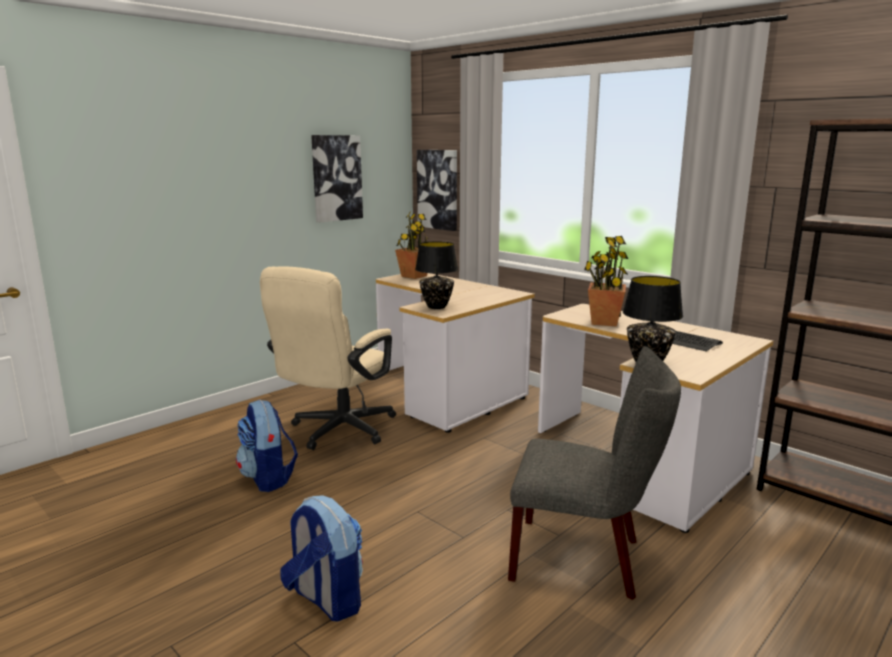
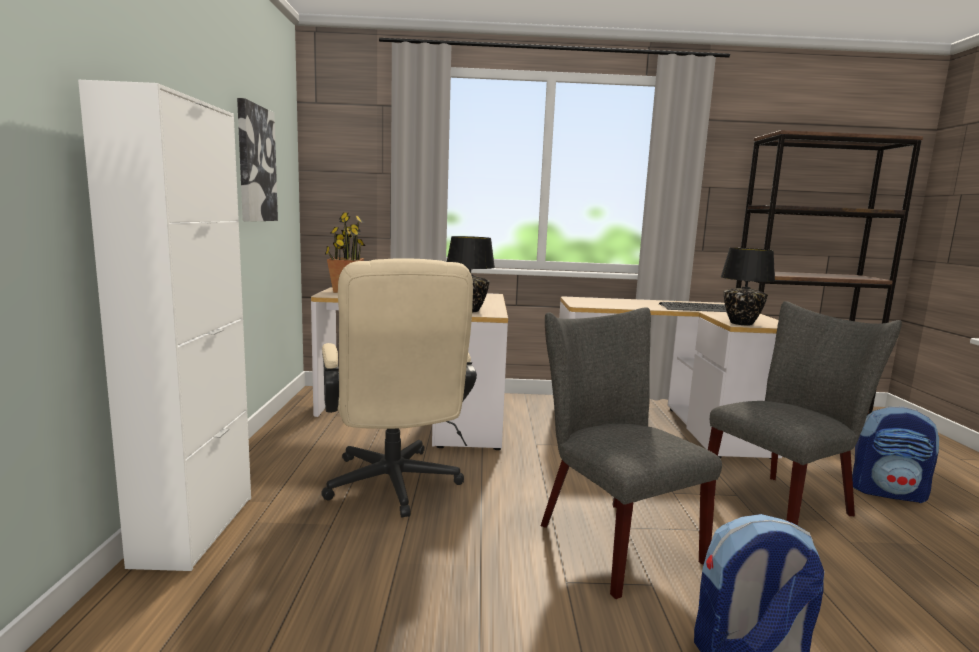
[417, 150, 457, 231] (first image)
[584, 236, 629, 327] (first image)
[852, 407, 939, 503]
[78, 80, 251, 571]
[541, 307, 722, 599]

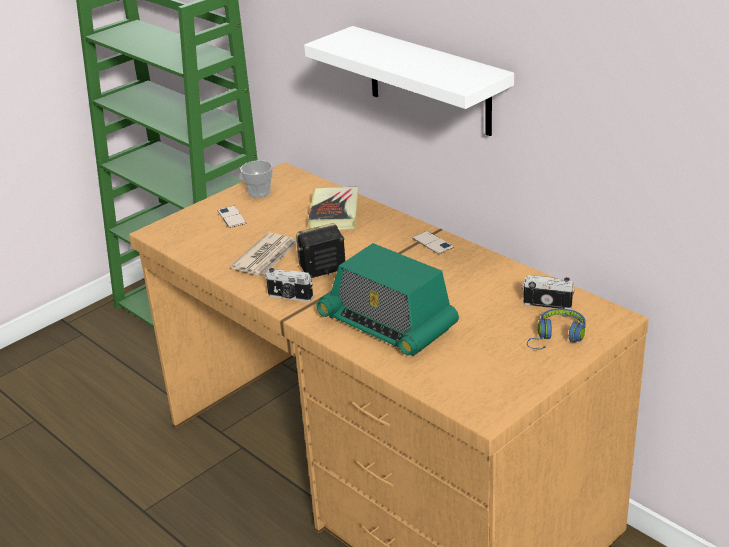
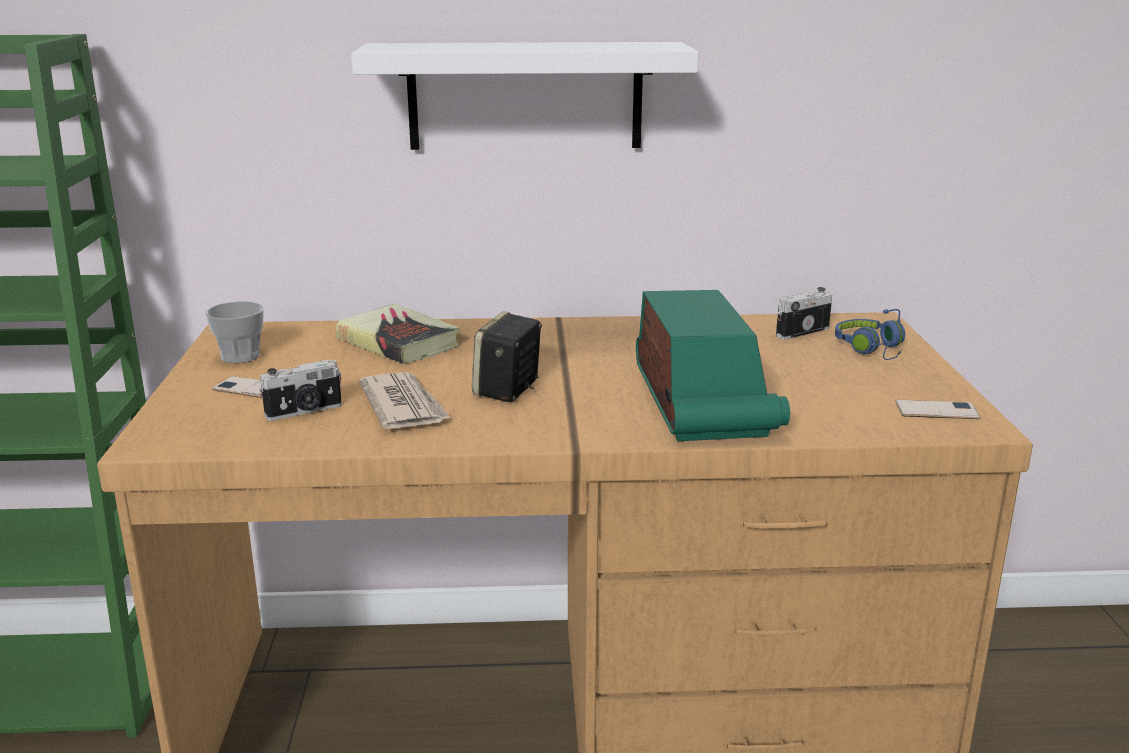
[895, 400, 981, 419]
[636, 290, 790, 441]
[259, 359, 342, 421]

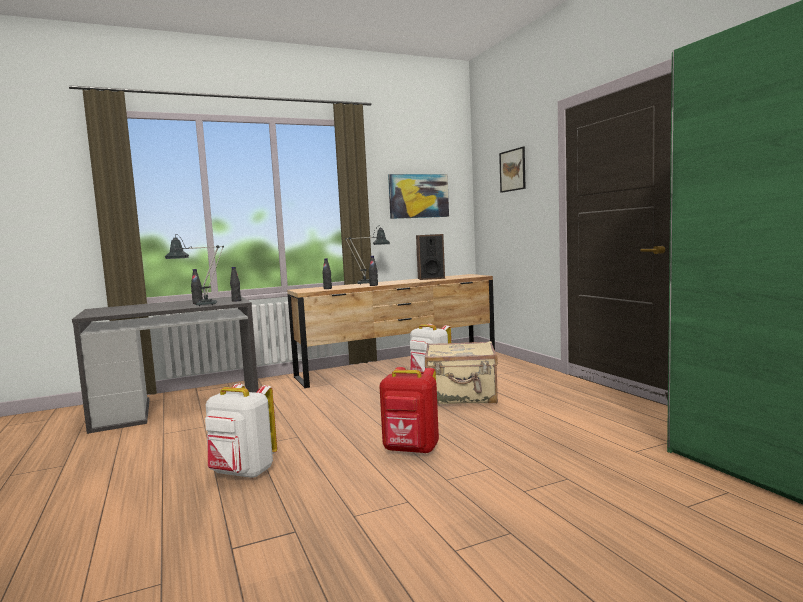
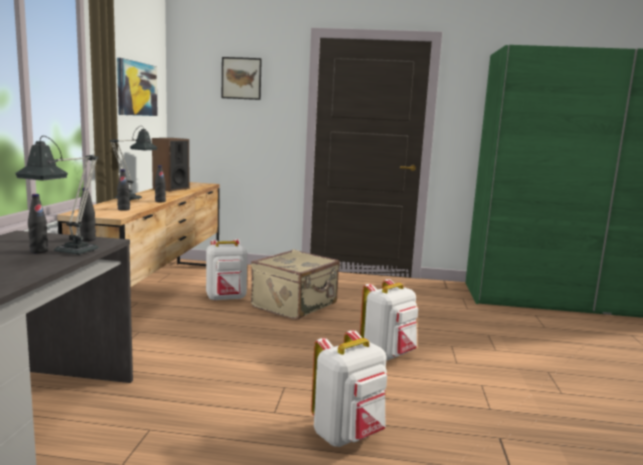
[360, 279, 418, 361]

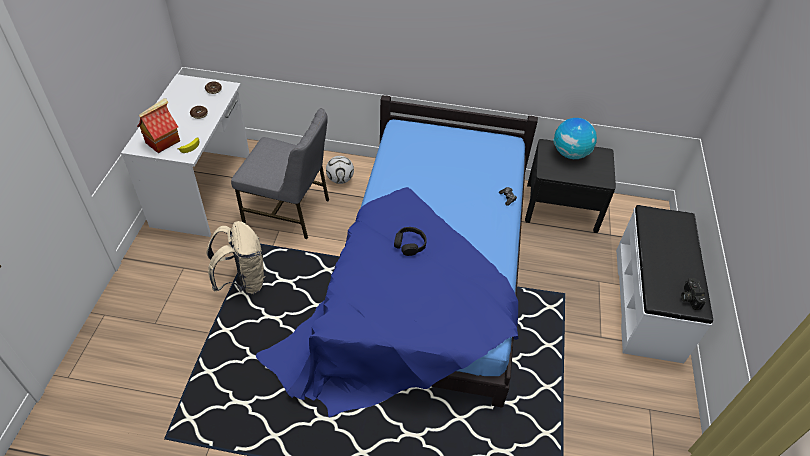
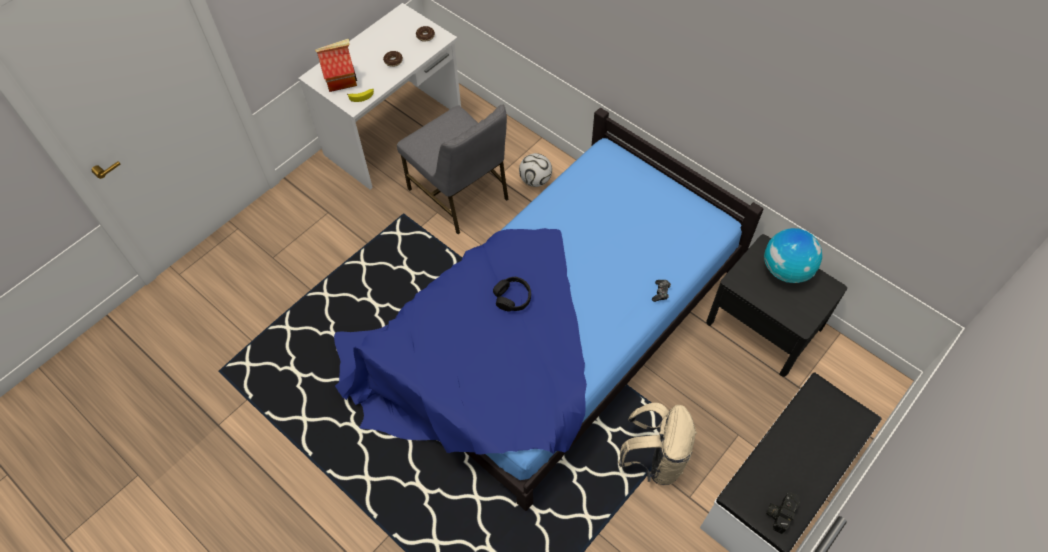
[618, 403, 697, 485]

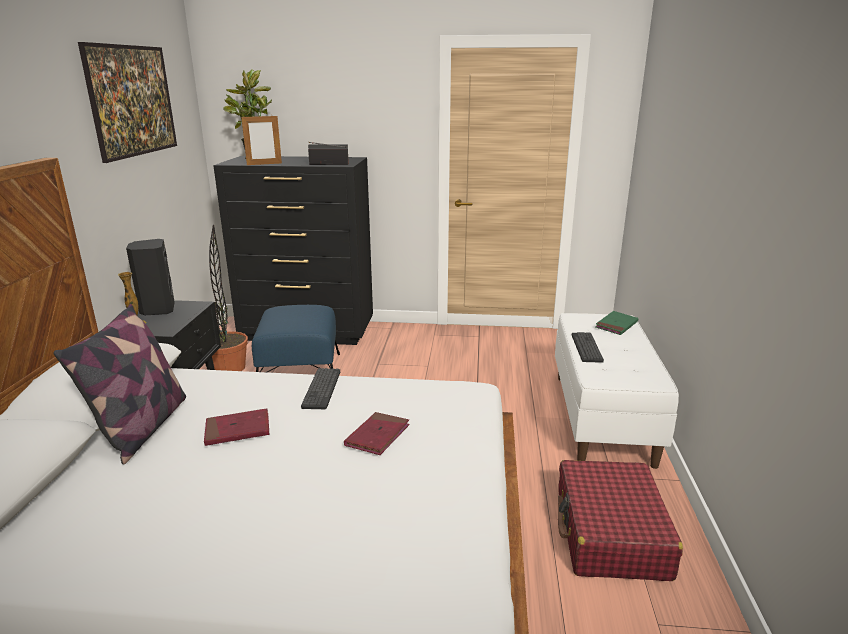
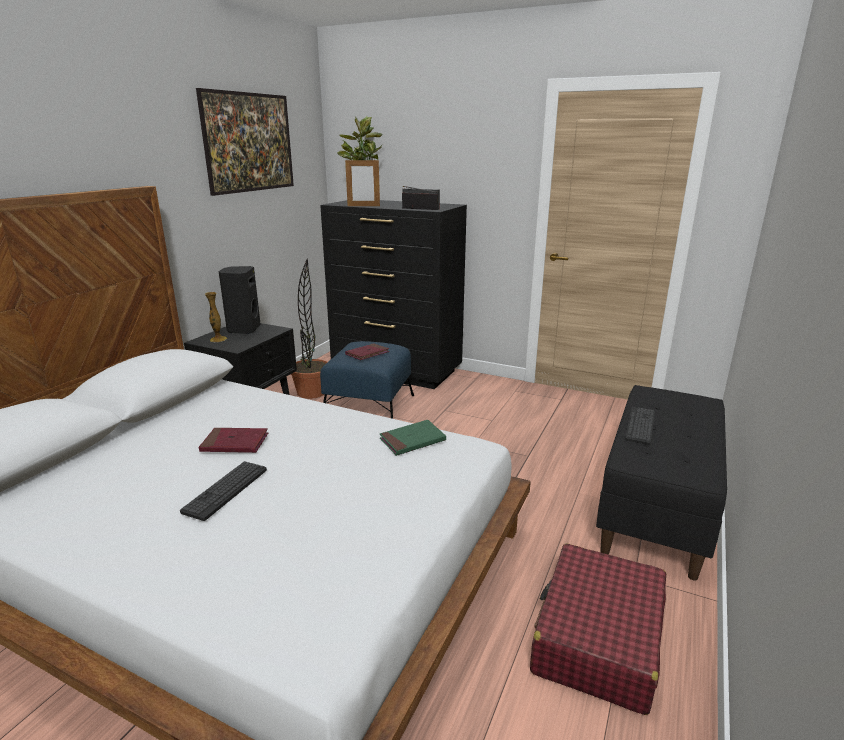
[54, 304, 186, 464] (first image)
[380, 420, 446, 456]
[596, 385, 727, 581]
[180, 461, 267, 521]
[345, 343, 389, 360]

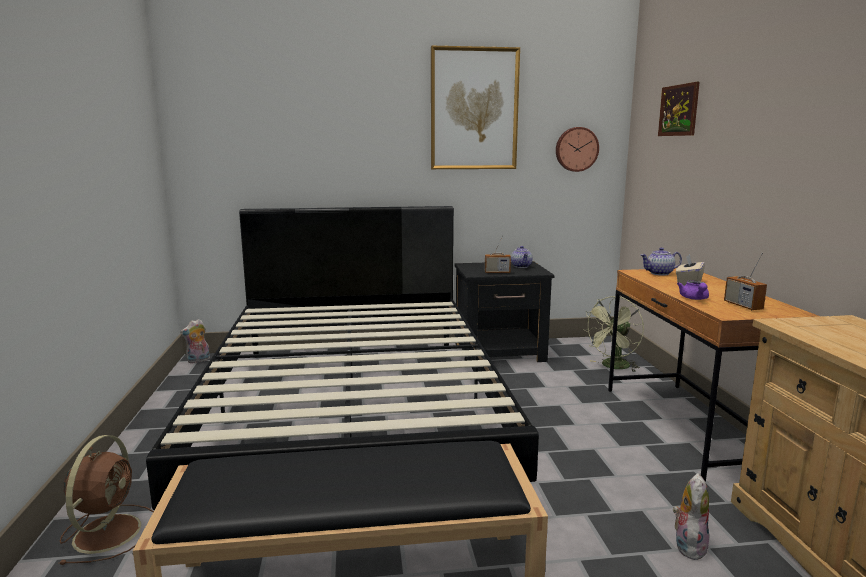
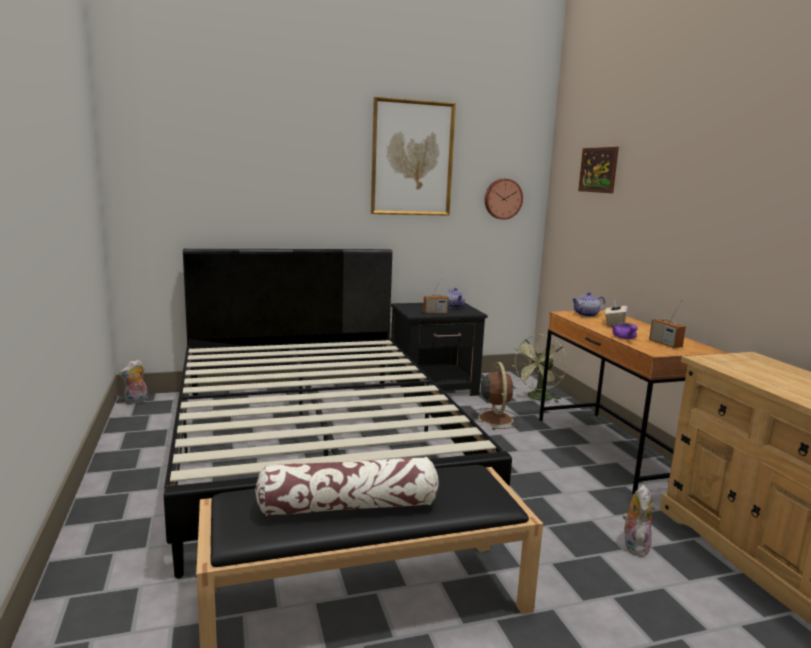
[469, 362, 521, 430]
[255, 457, 439, 516]

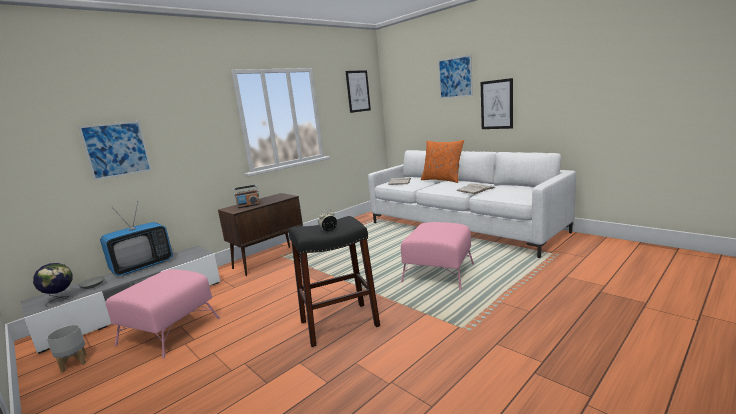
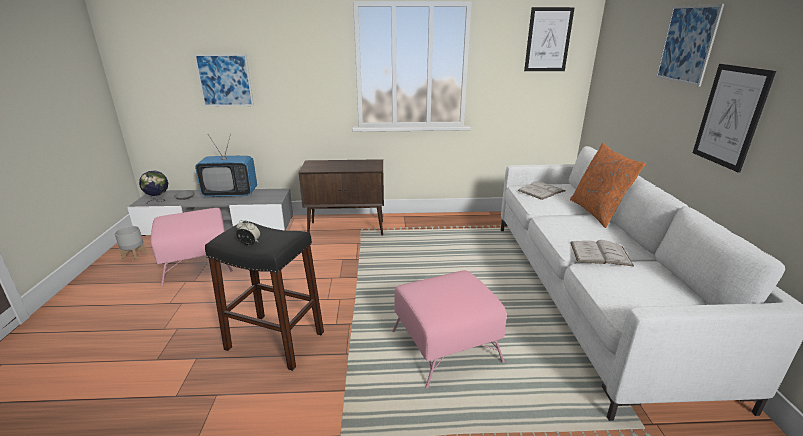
[233, 185, 260, 208] (first image)

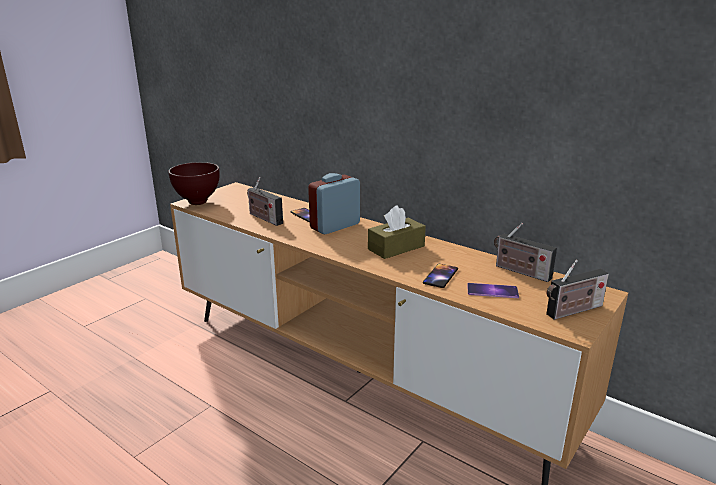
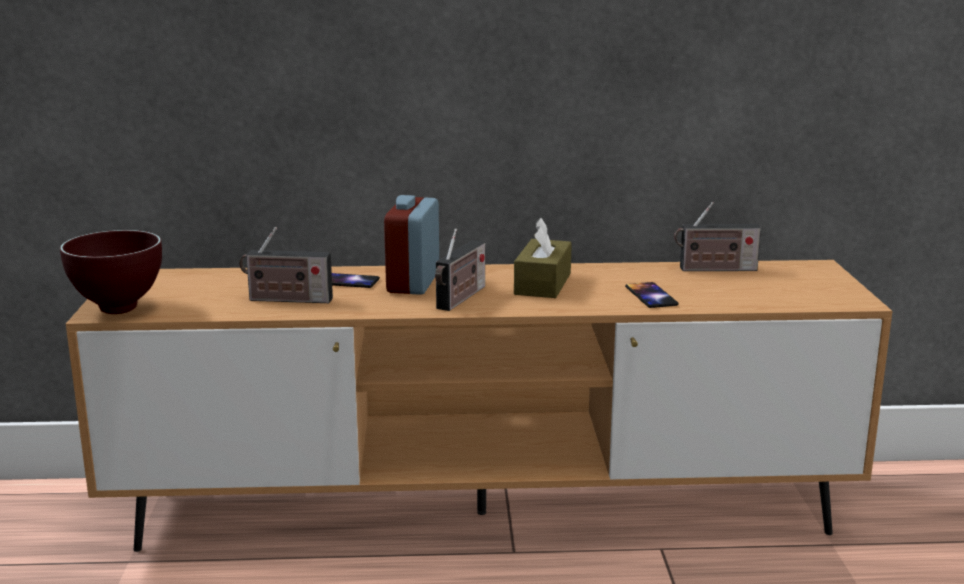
[435, 228, 485, 311]
[467, 283, 519, 298] (first image)

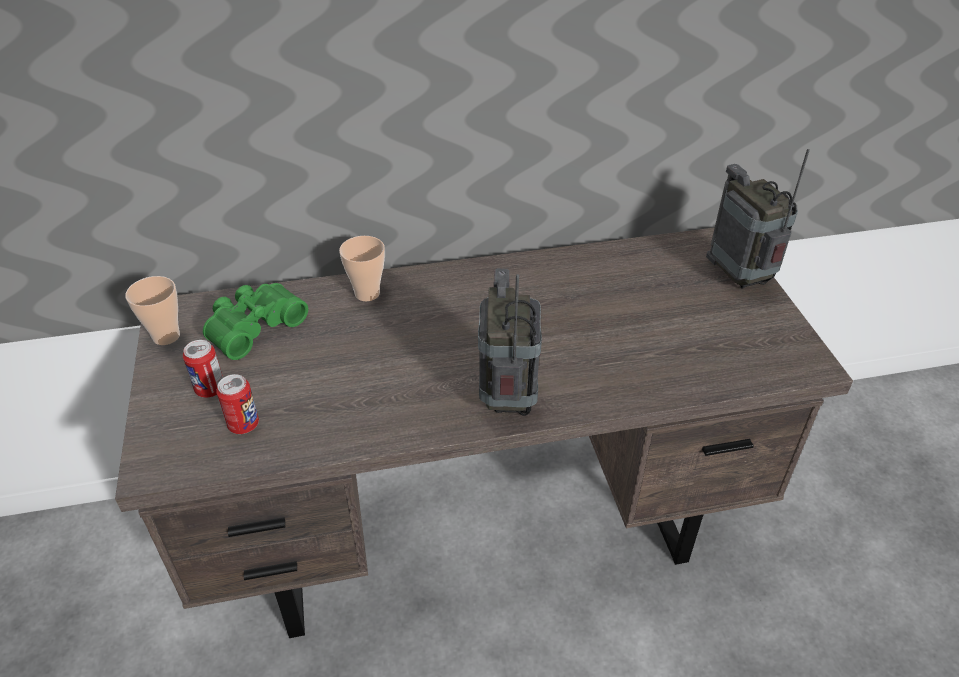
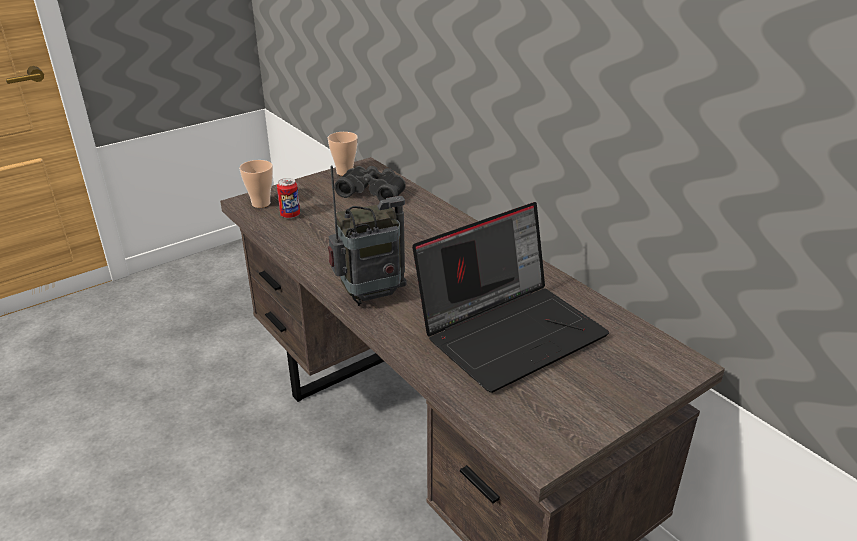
[706, 149, 810, 289] (first image)
[239, 160, 273, 208]
[334, 166, 406, 201]
[183, 340, 223, 398] (first image)
[412, 202, 609, 393]

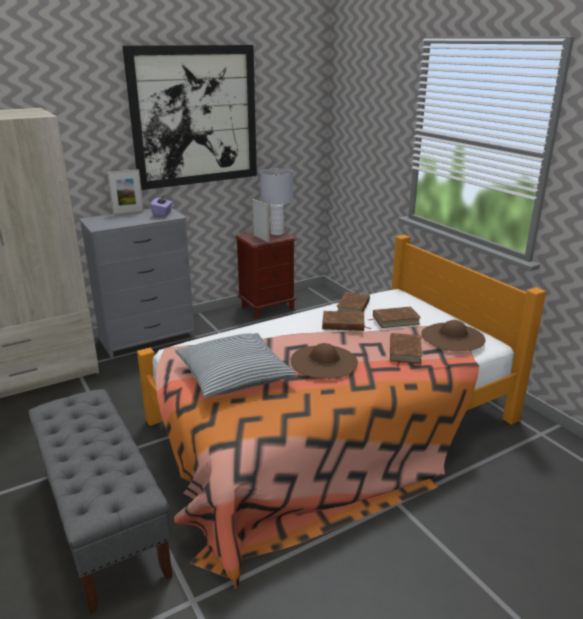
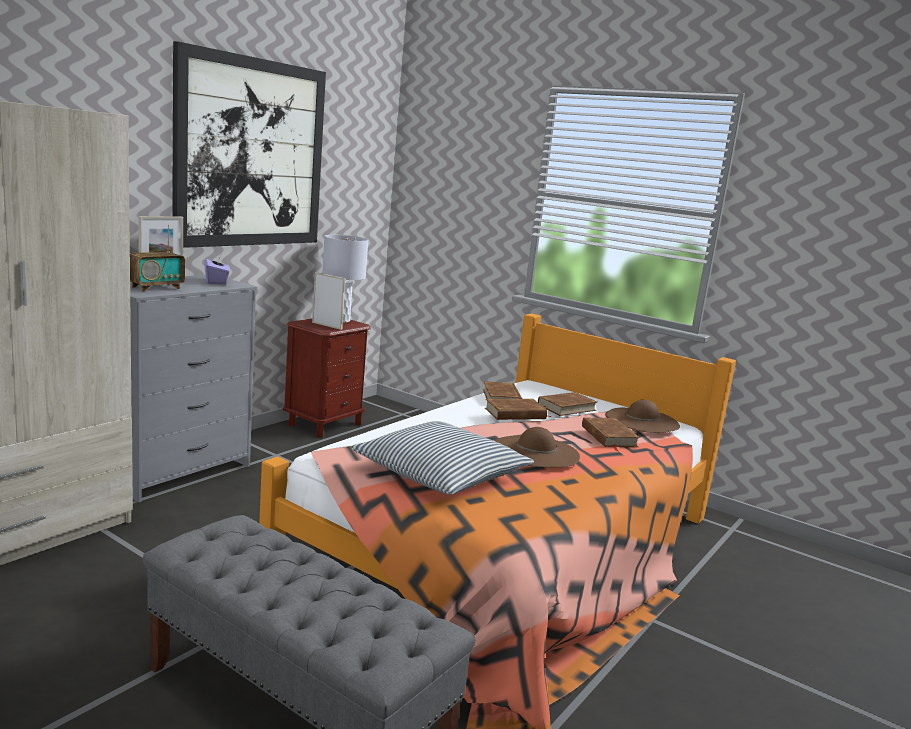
[130, 225, 185, 291]

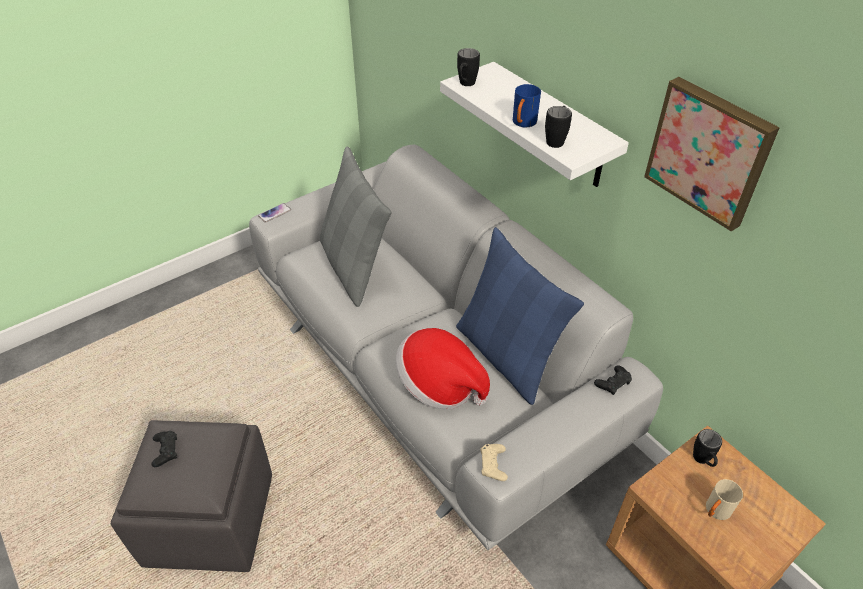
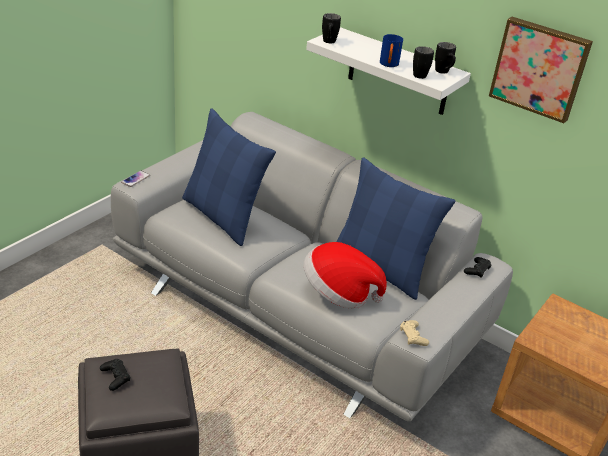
[182, 108, 276, 246]
[435, 42, 456, 74]
[706, 479, 743, 520] (first image)

